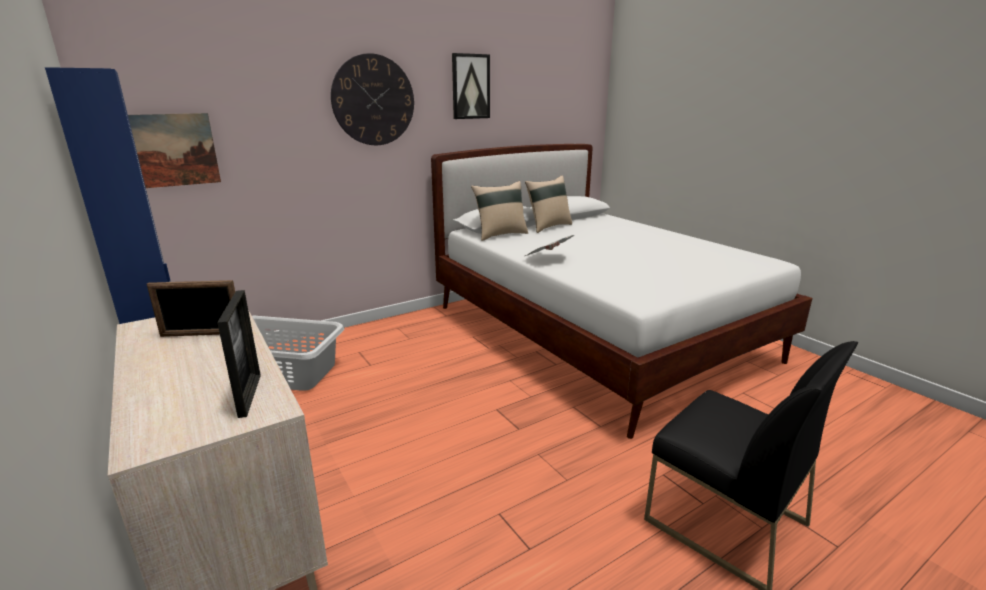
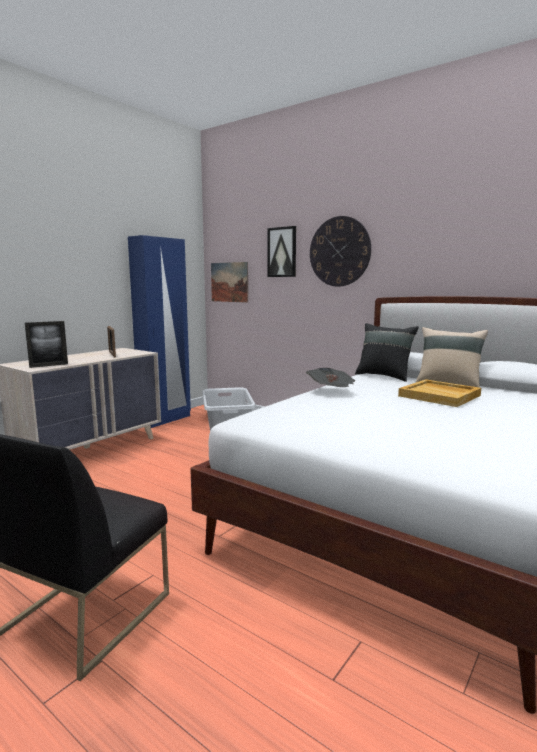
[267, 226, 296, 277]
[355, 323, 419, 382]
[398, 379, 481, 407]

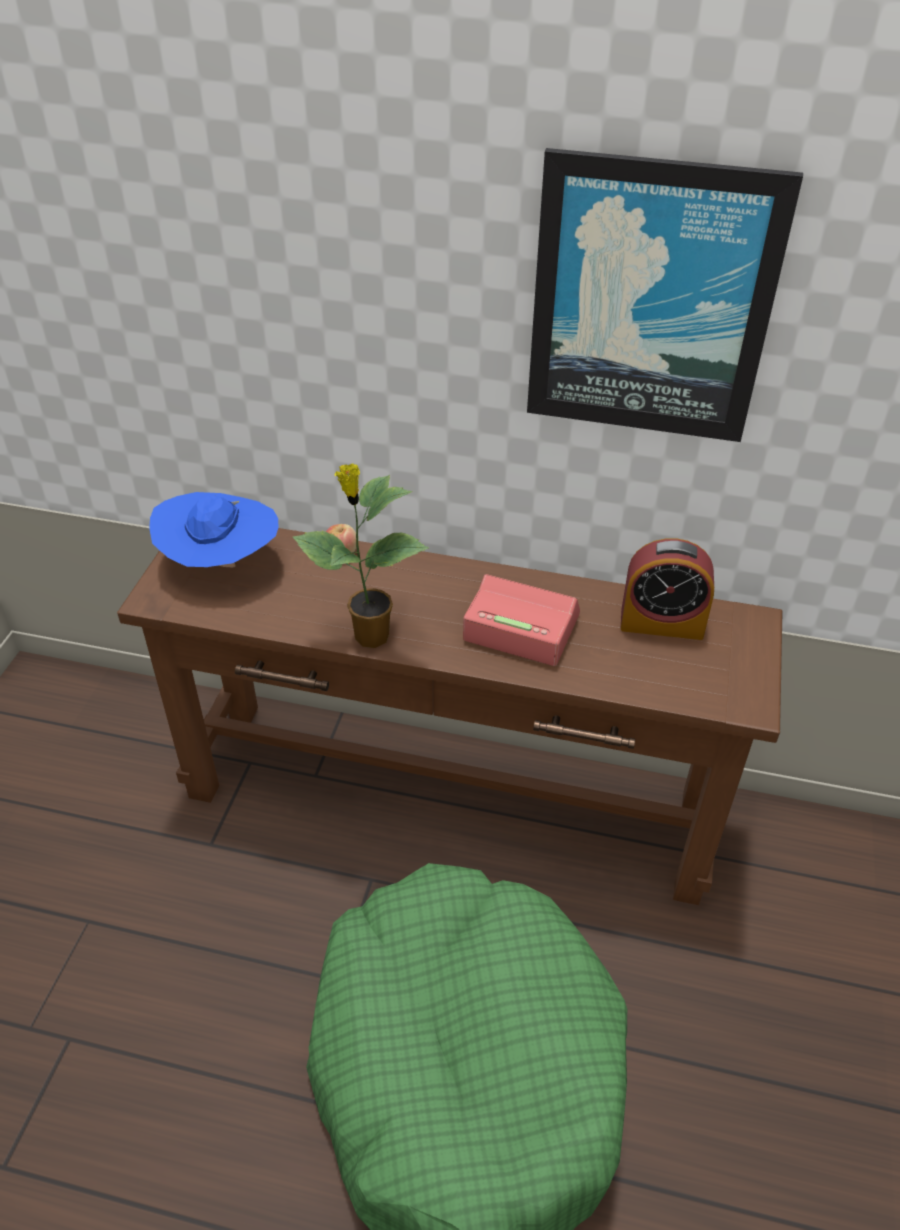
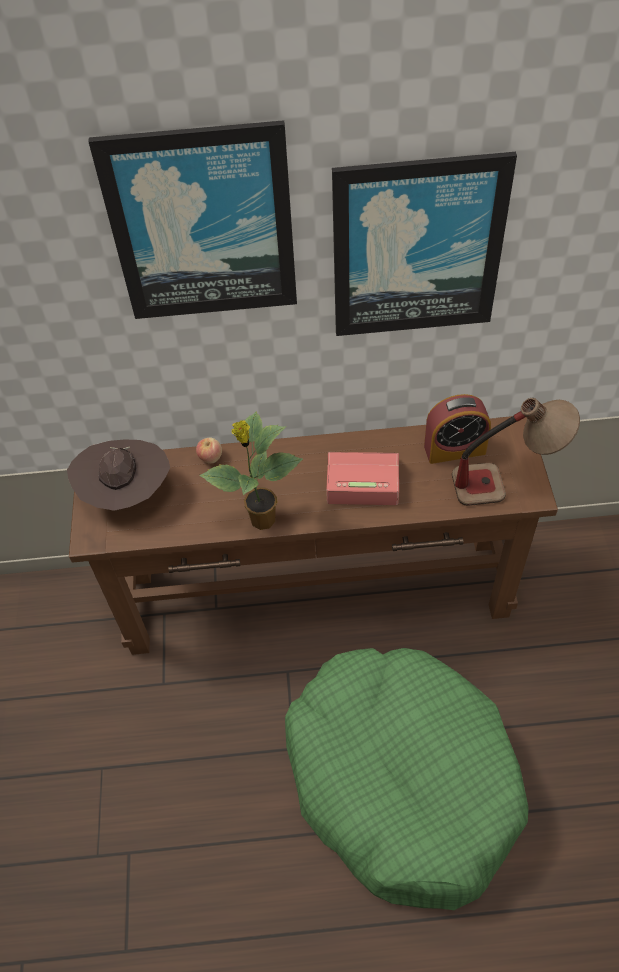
[67, 440, 170, 511]
[88, 120, 297, 319]
[452, 398, 580, 506]

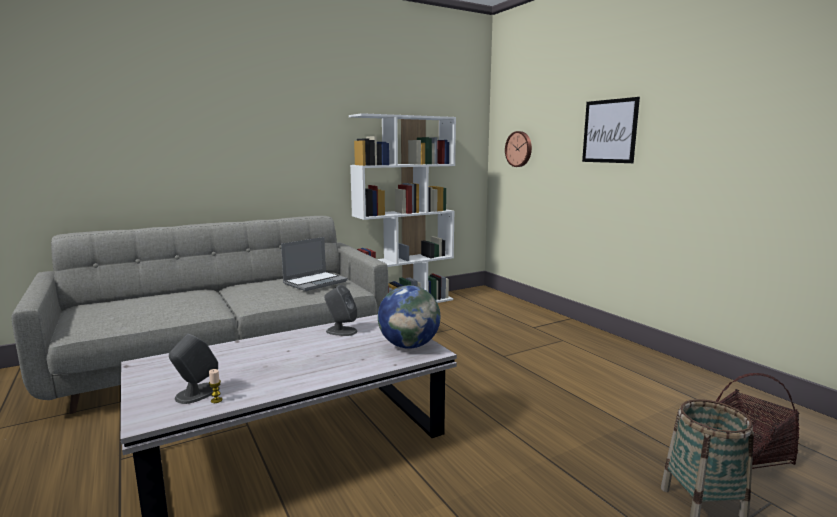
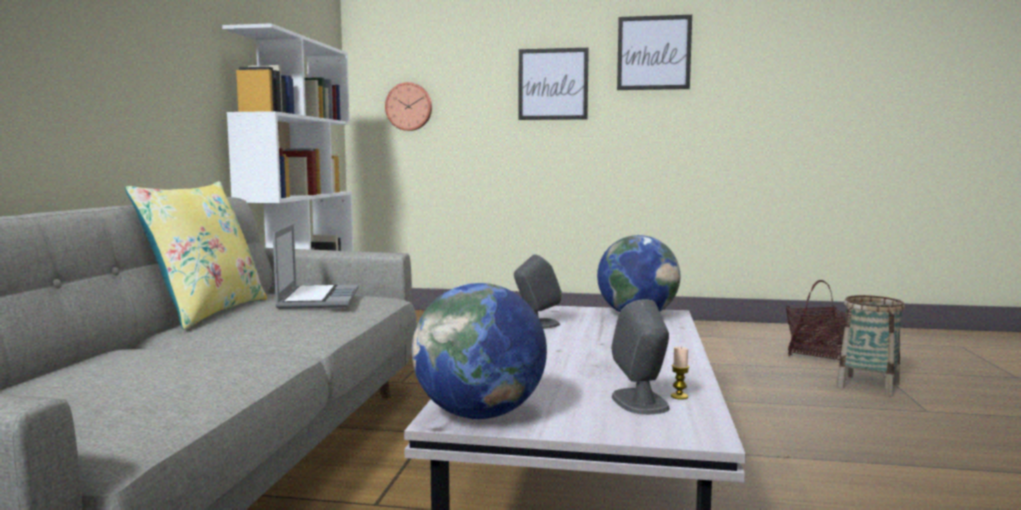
[617, 15, 692, 90]
[125, 181, 267, 330]
[412, 283, 547, 419]

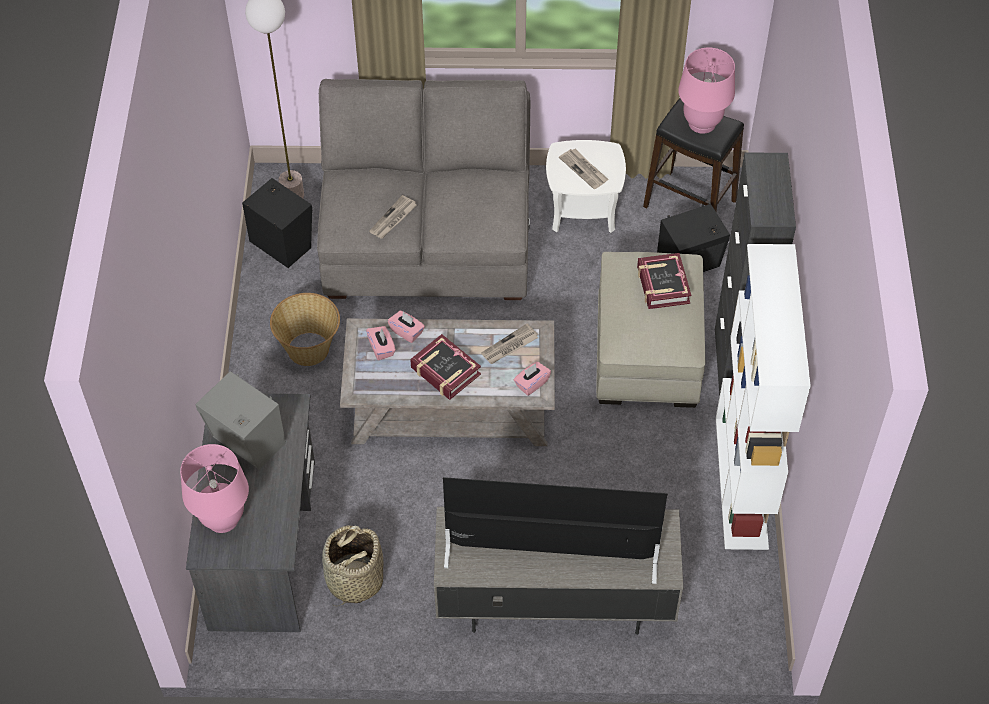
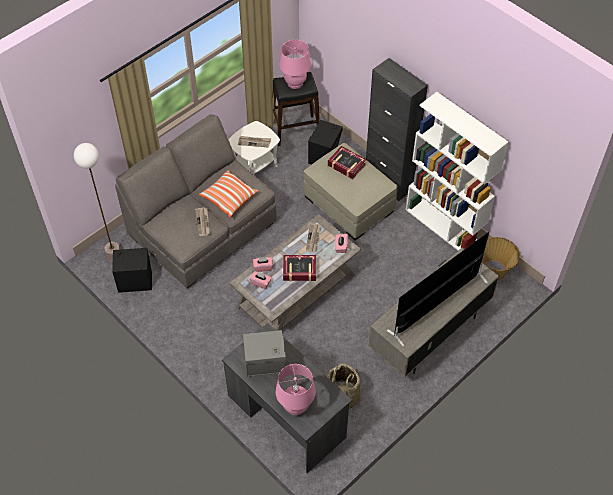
[482, 237, 520, 280]
[199, 170, 258, 217]

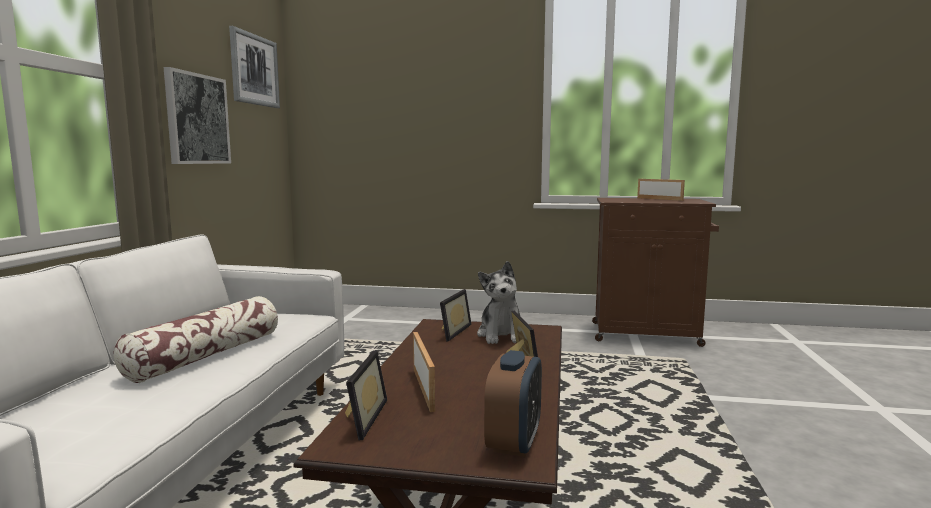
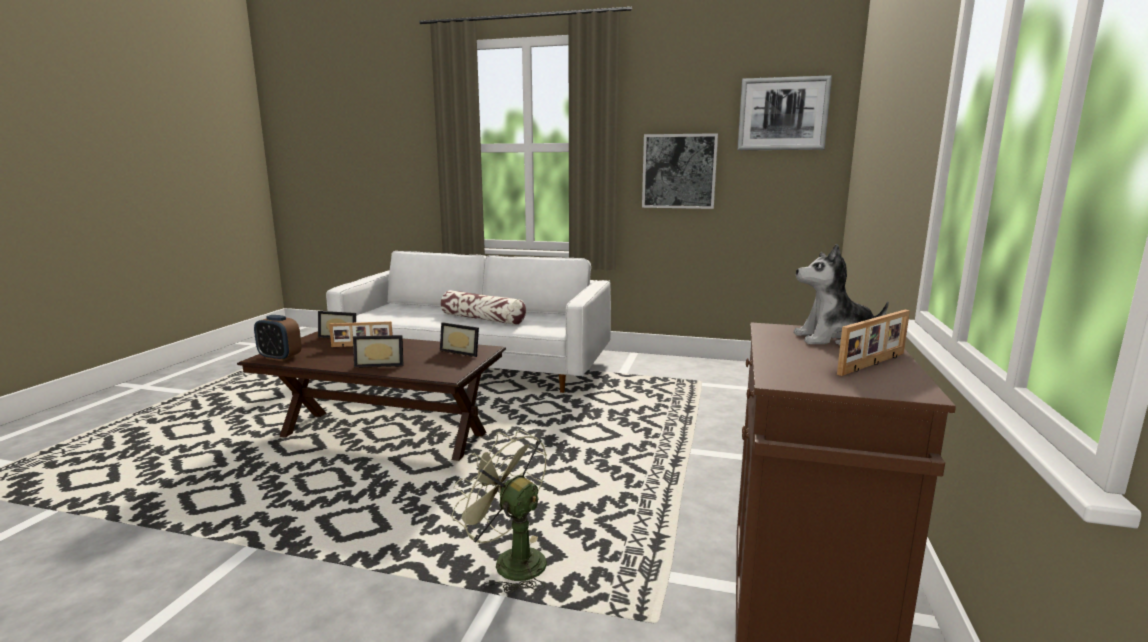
[793, 244, 889, 346]
[452, 430, 547, 593]

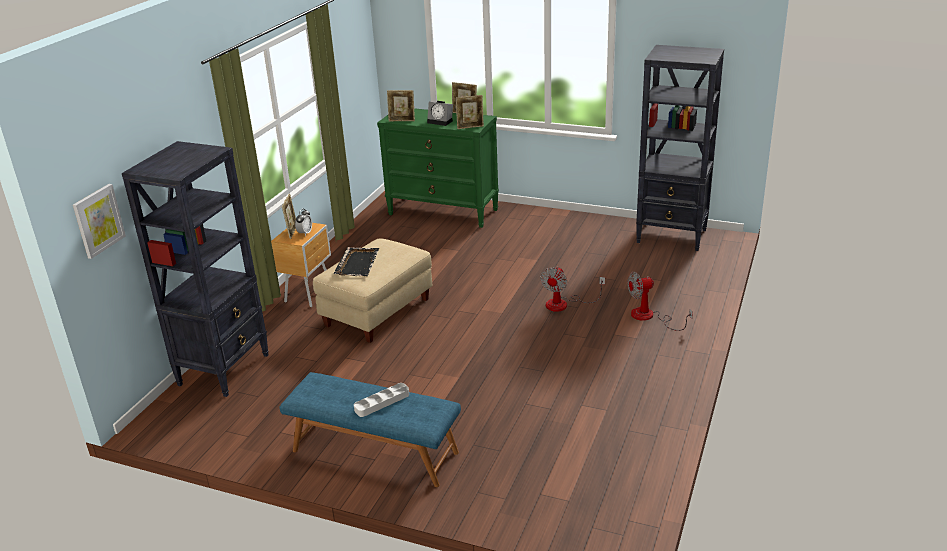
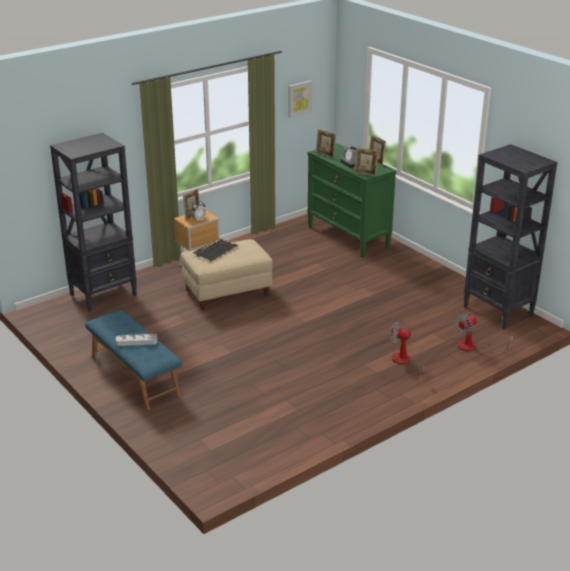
[289, 81, 312, 117]
[455, 313, 513, 354]

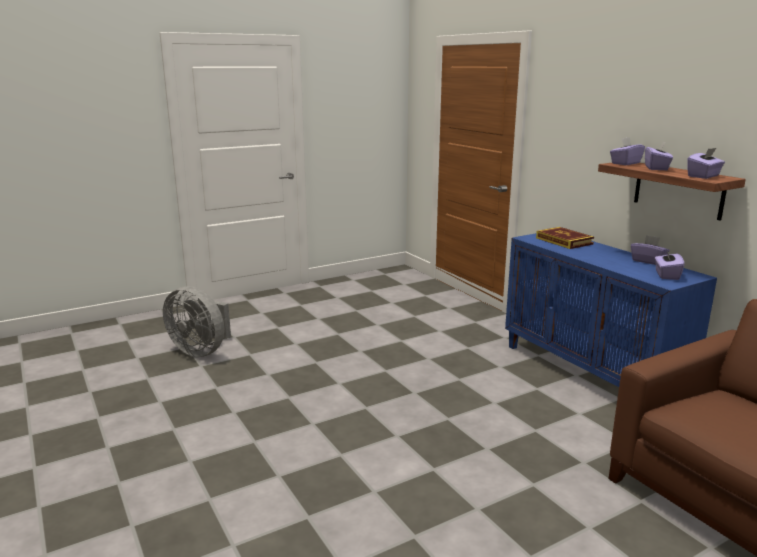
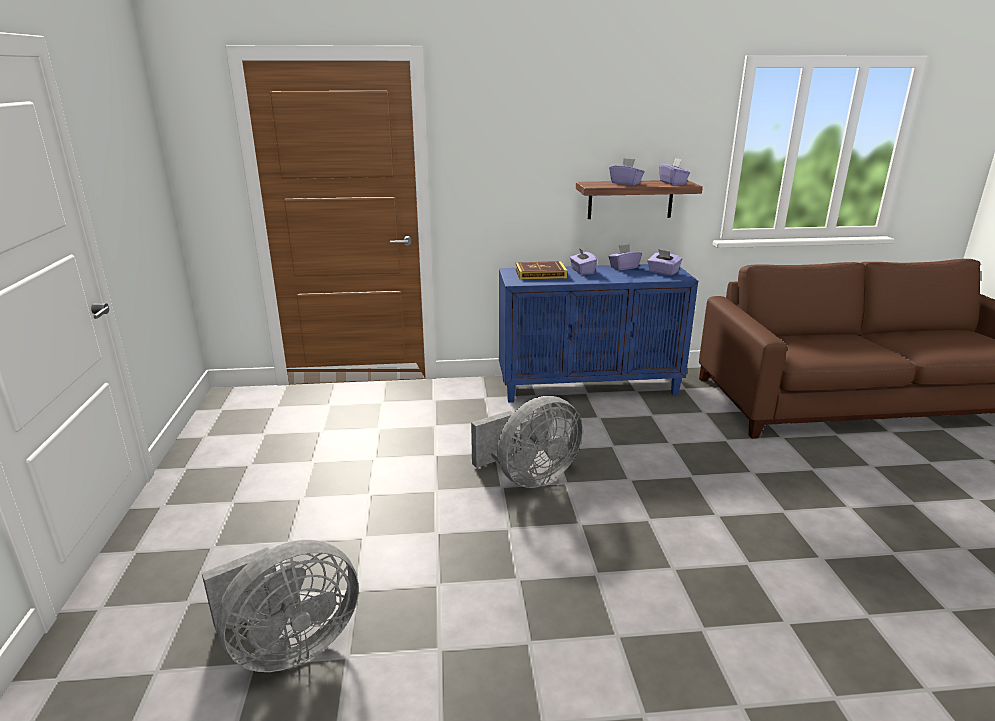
[570, 248, 597, 275]
[471, 396, 583, 488]

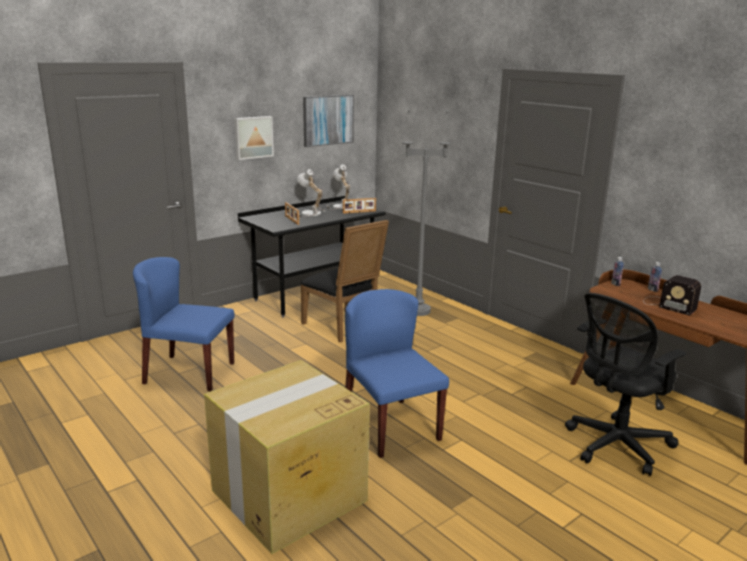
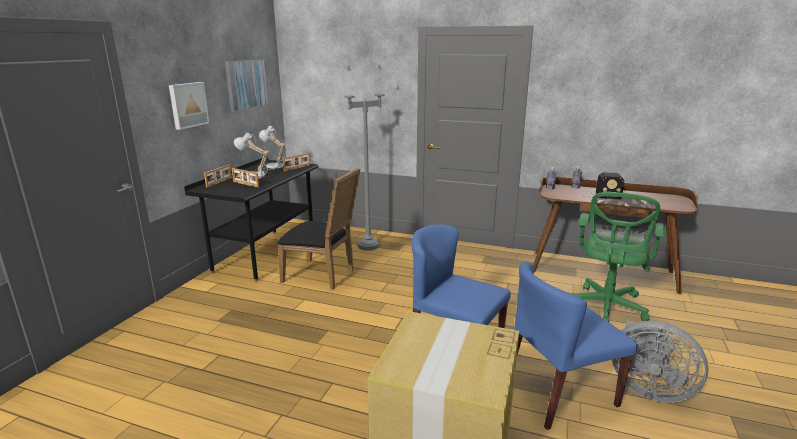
[514, 262, 637, 430]
[573, 192, 665, 322]
[204, 165, 232, 187]
[612, 320, 708, 403]

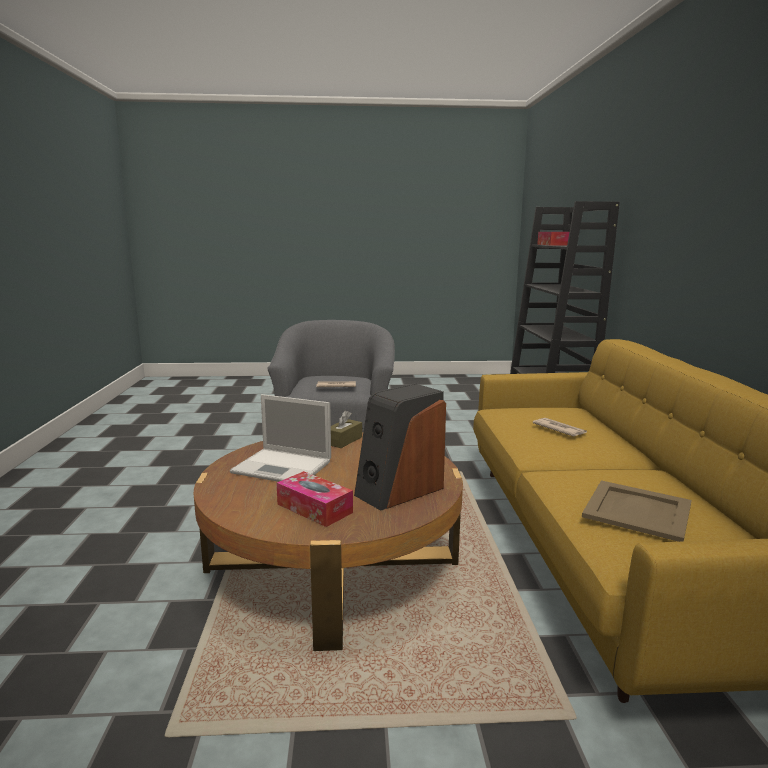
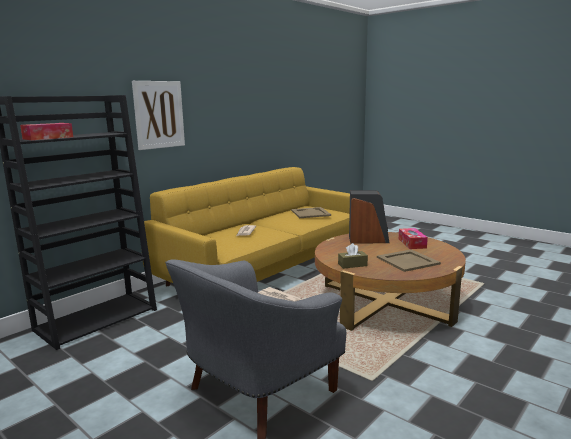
[377, 249, 441, 272]
[132, 81, 185, 150]

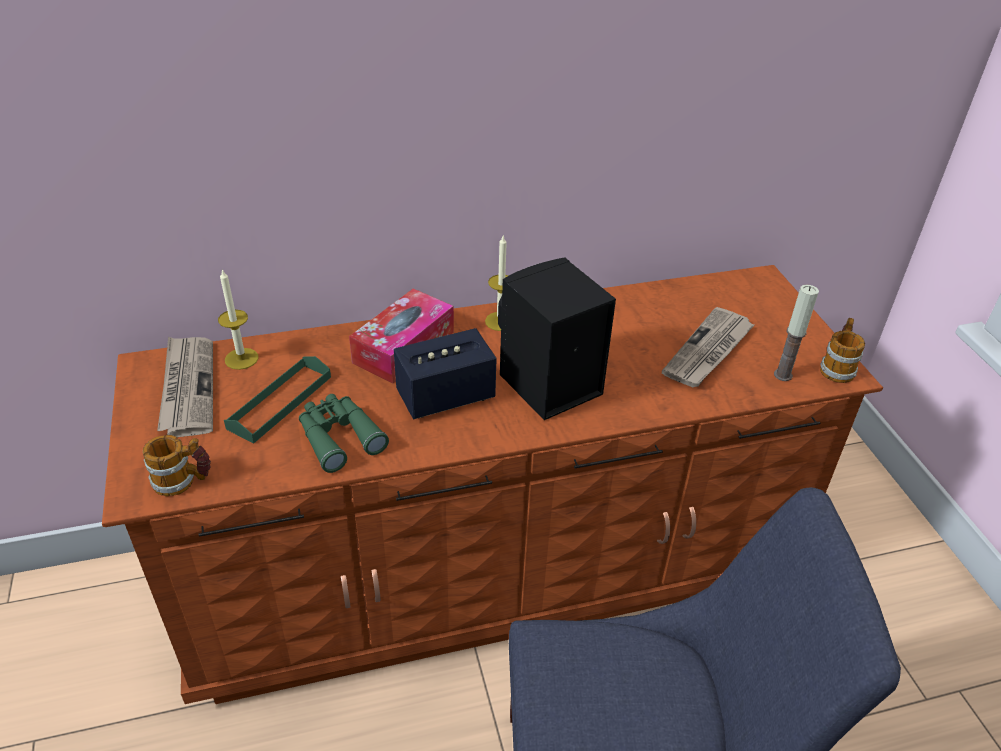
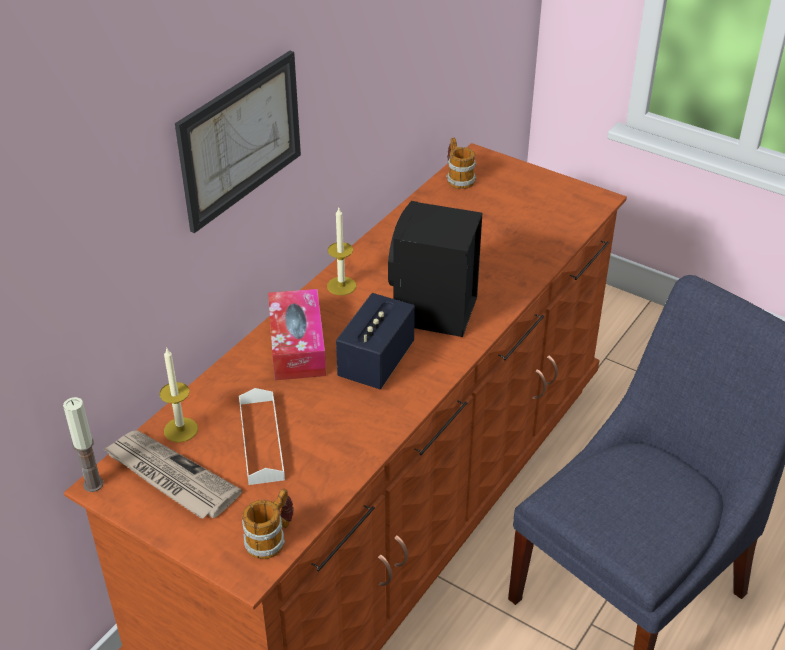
[63, 397, 103, 492]
[662, 307, 755, 387] (first image)
[446, 138, 476, 189]
[239, 388, 285, 485]
[299, 394, 389, 473] (first image)
[175, 51, 301, 233]

